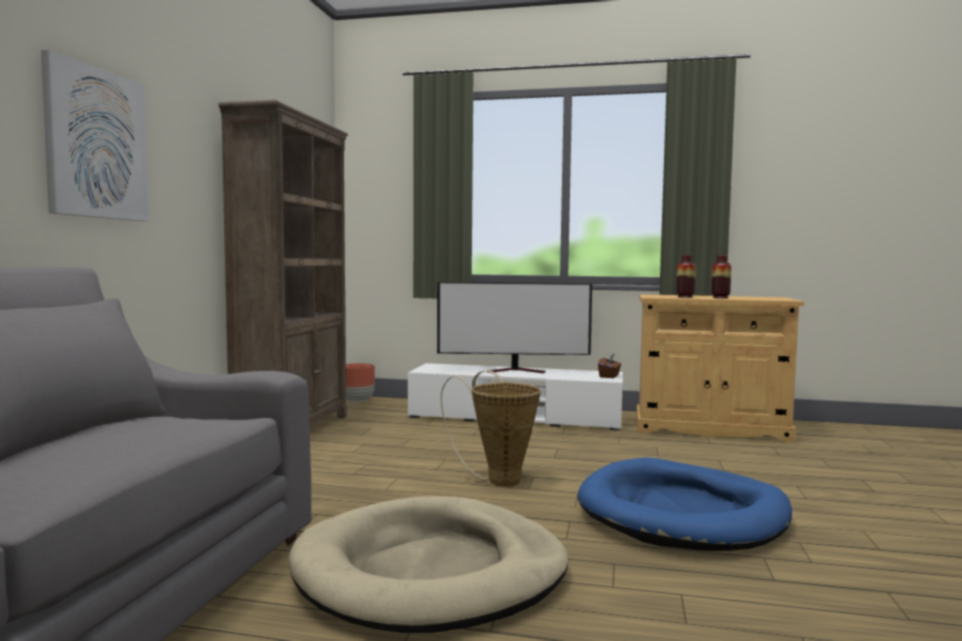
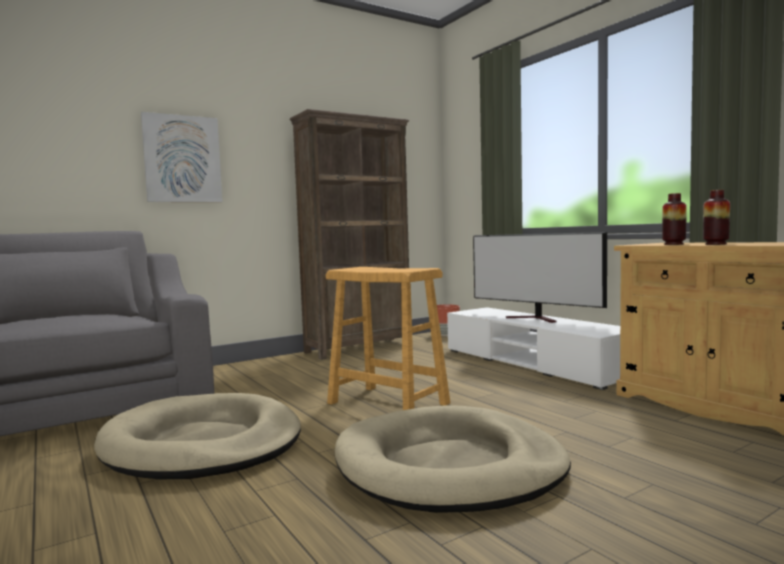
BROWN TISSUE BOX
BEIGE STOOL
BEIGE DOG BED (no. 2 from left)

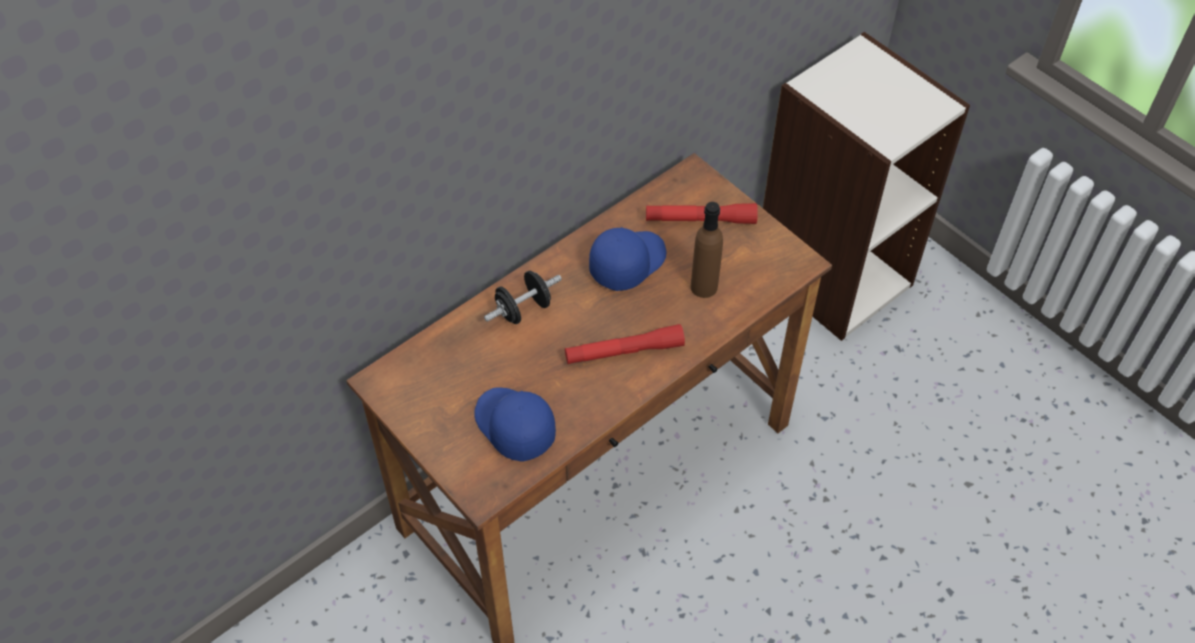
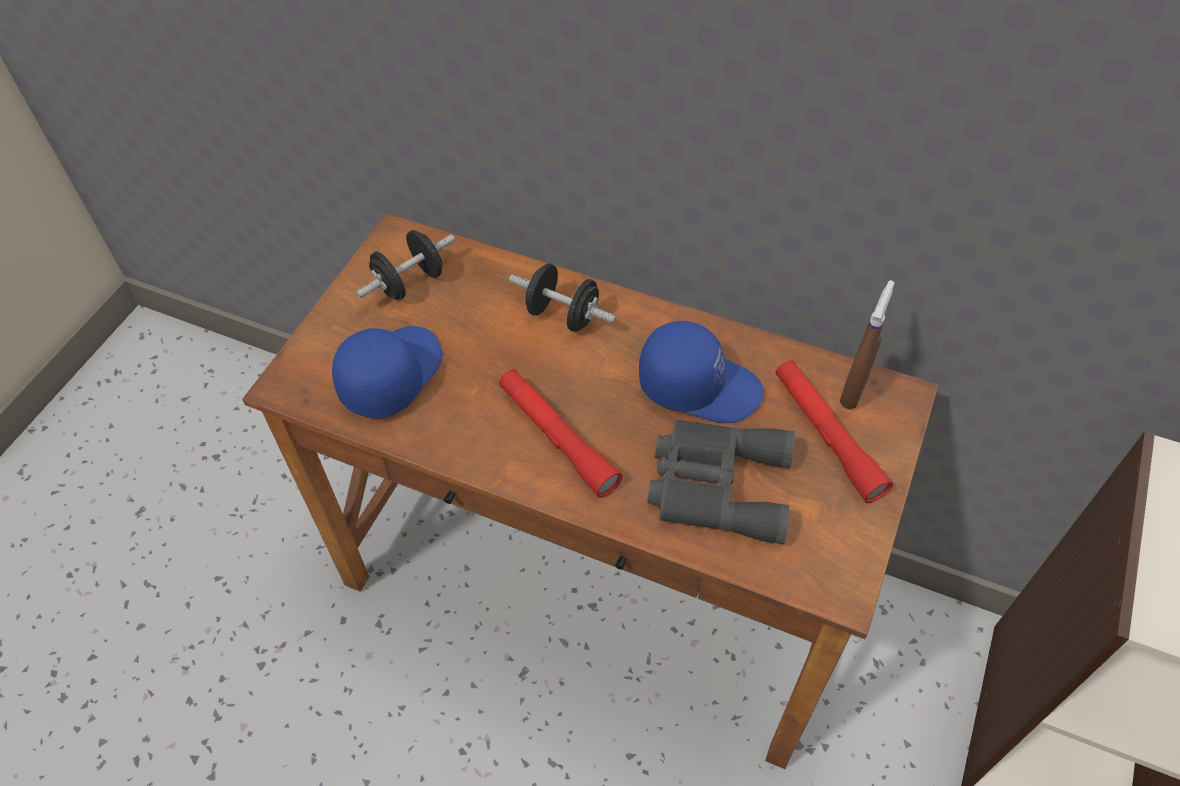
GREY BINOCULARS
BLACK DUMBBELL (no. 1 from left)
BROWN SPRAY BOTTLE

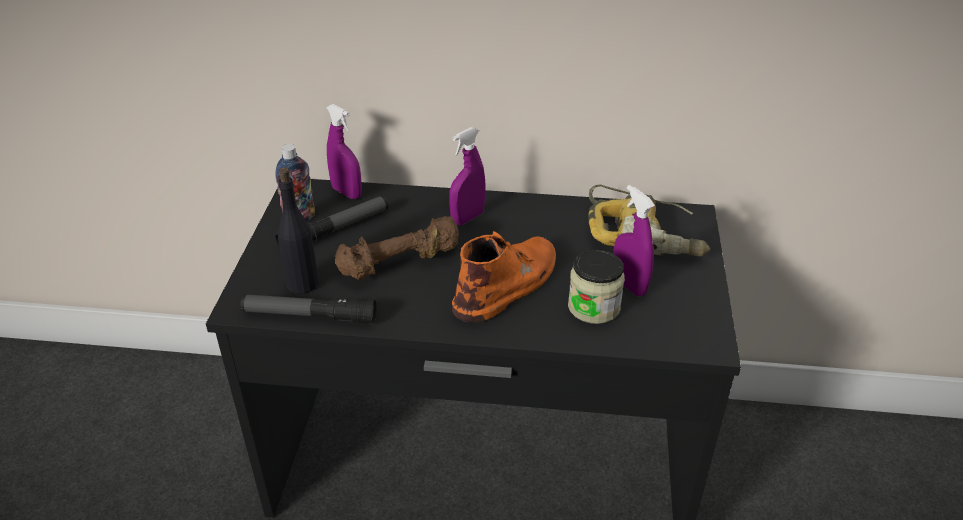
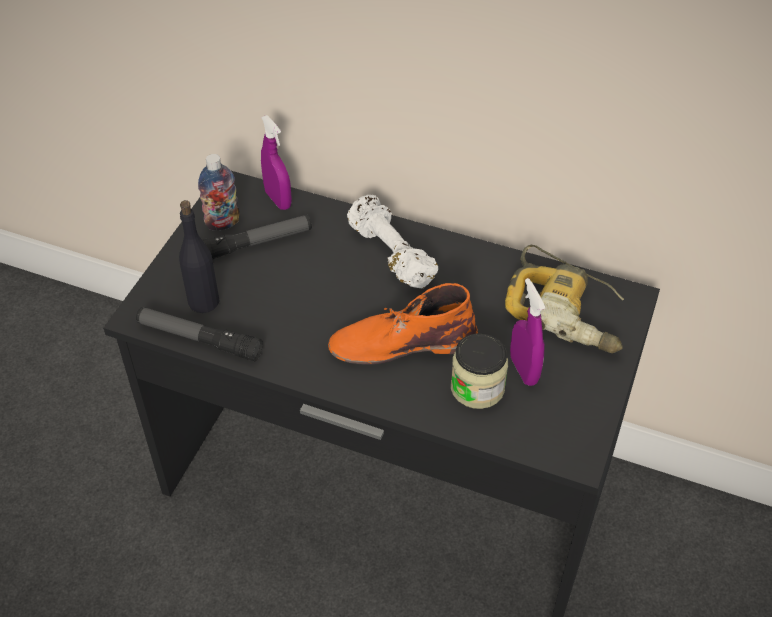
WHITE DUMBBELL
BROWN DUMBBELL
ORANGE BOOT

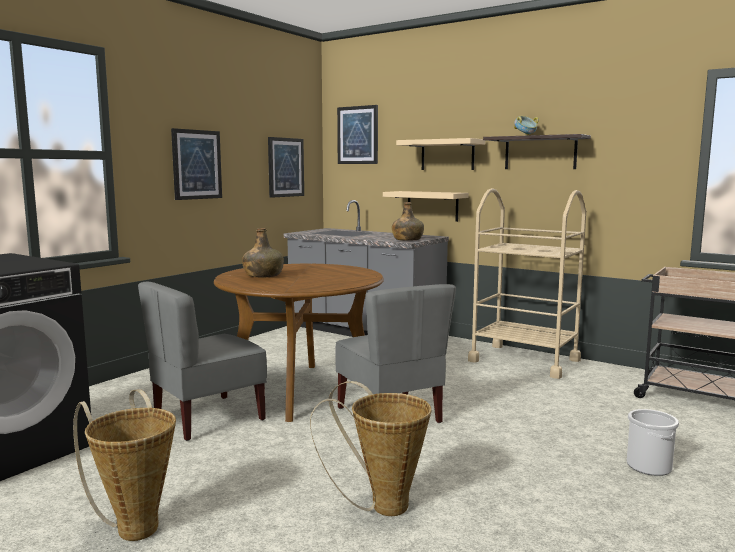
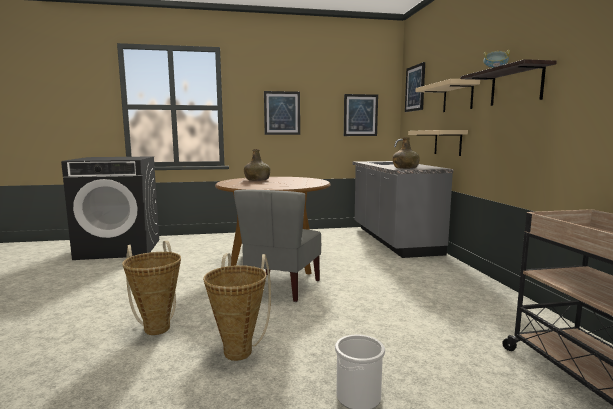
BEIGE CART (no. 1 from left in the first image)
GREY CHAIR (no. 1 from left in the first image)
BASKET (no. 2 from left)

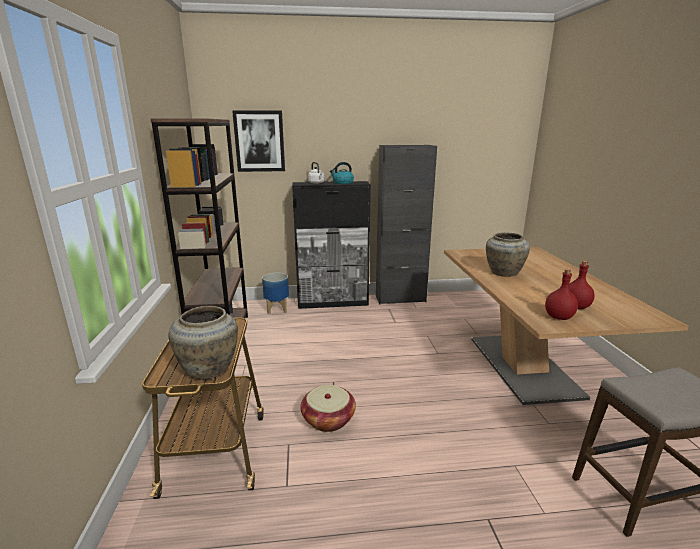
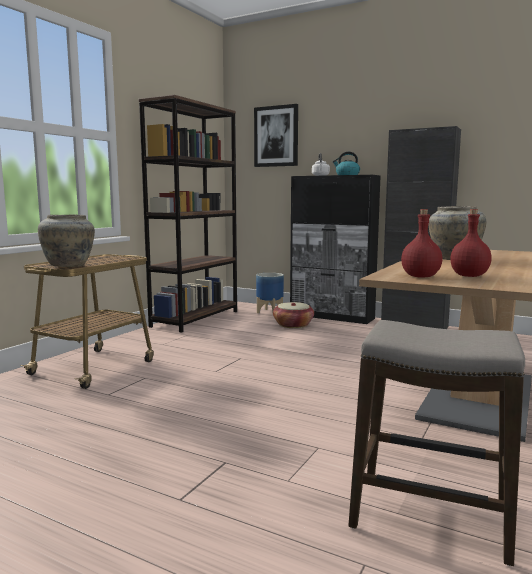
BASKET

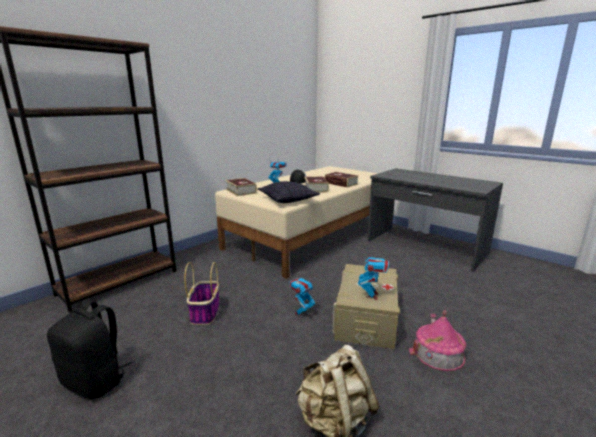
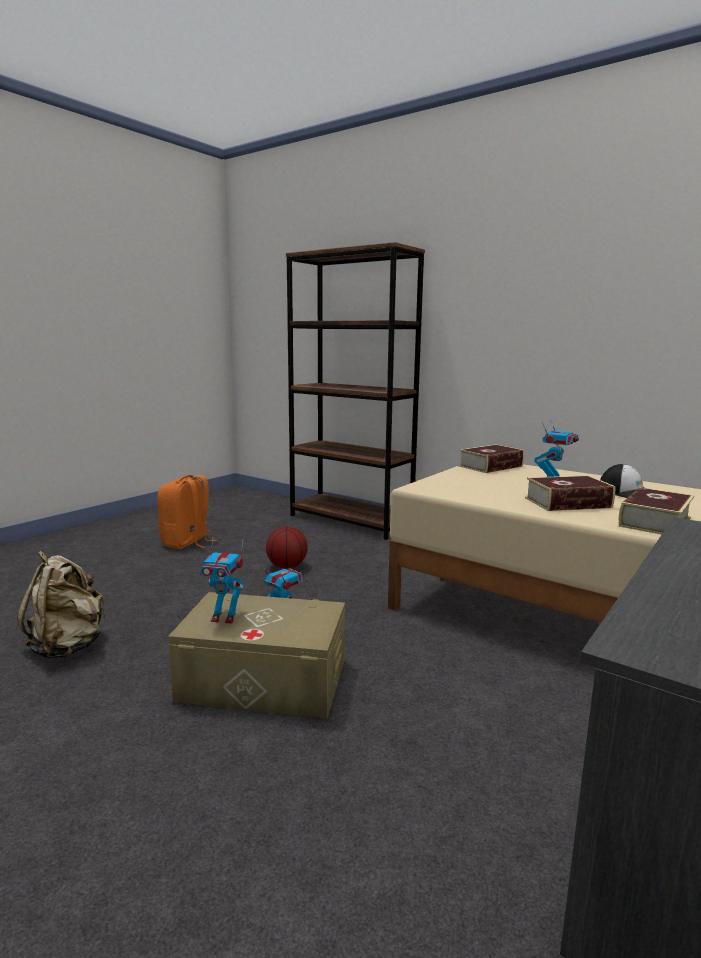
PILLOW
BASKETBALL
ORANGE BACKPACK
TOY HOUSE

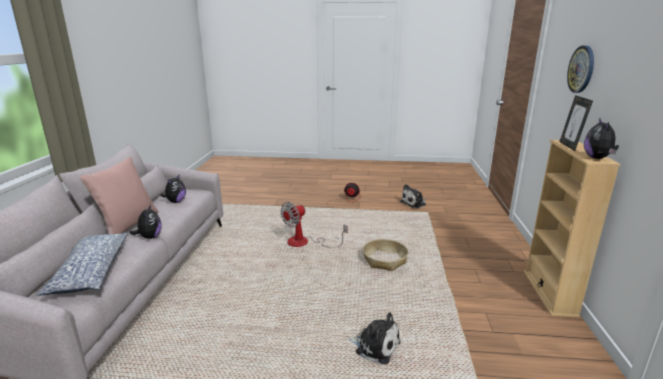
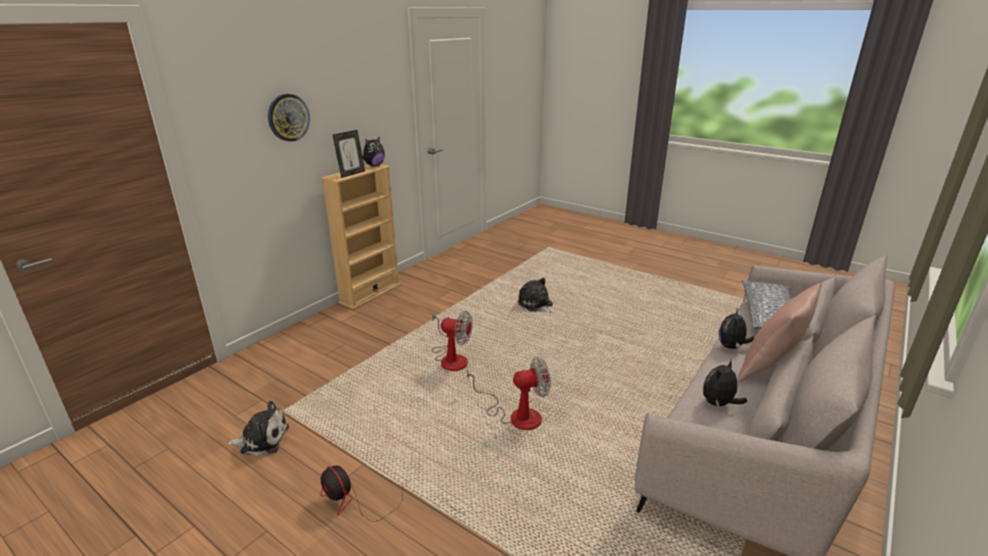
FAN (no. 2 from left)

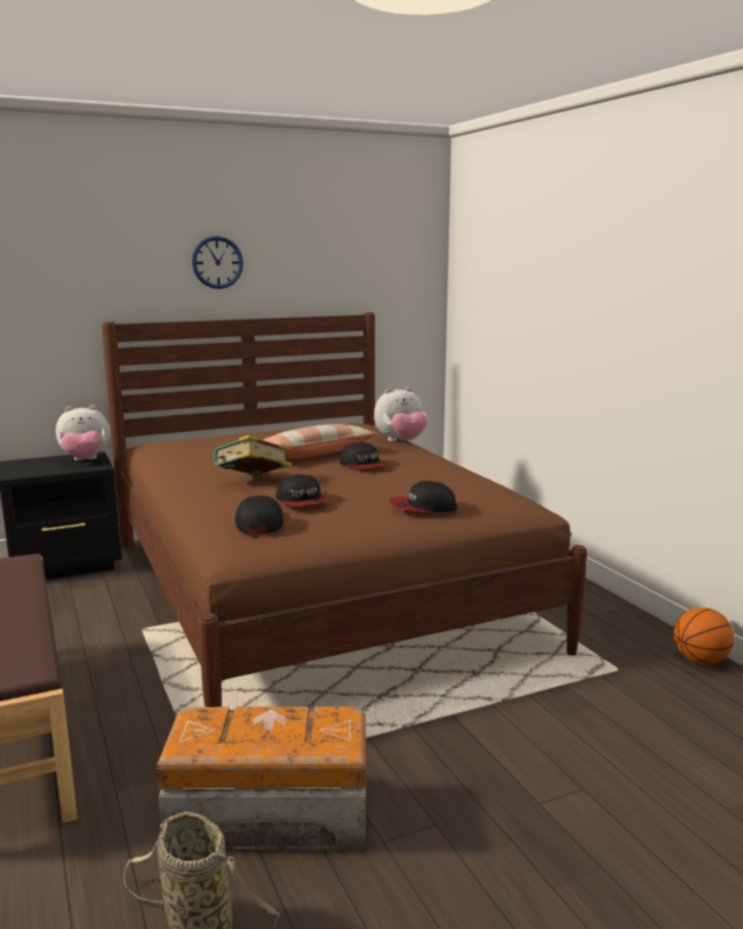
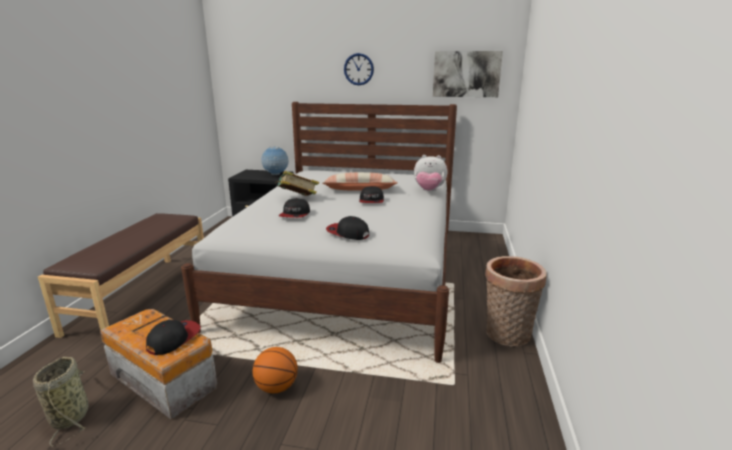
WHITE BED
GLOBE
CAP (no. 1 from left)
BASKETBALL
PICTURE
BASKET (no. 2 from left)

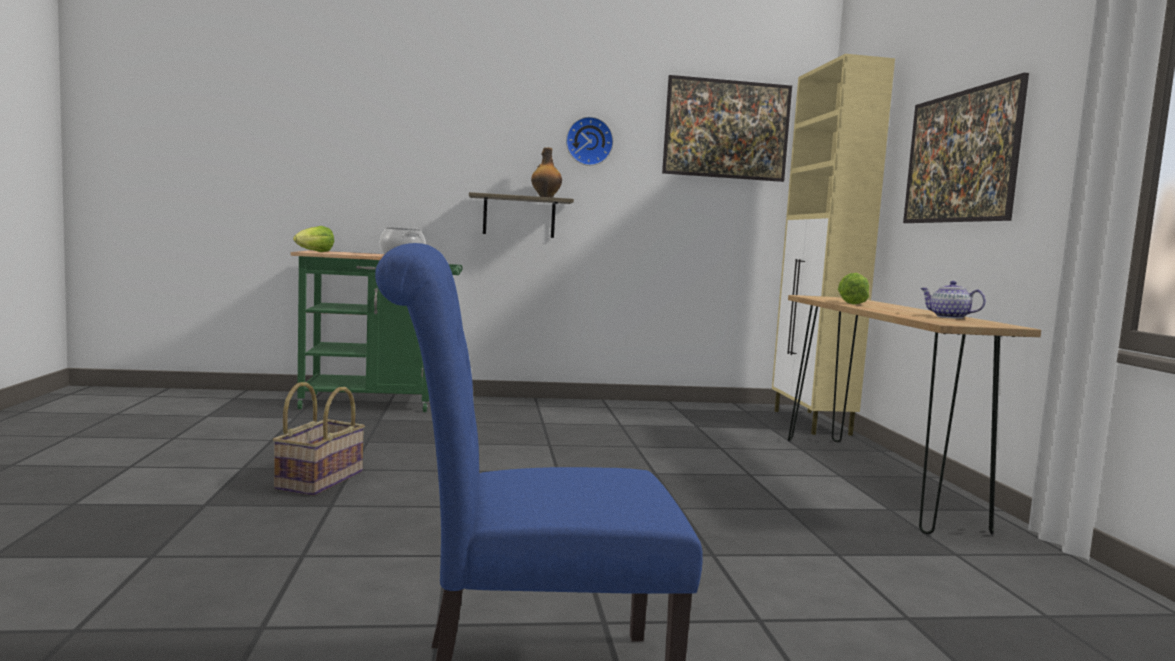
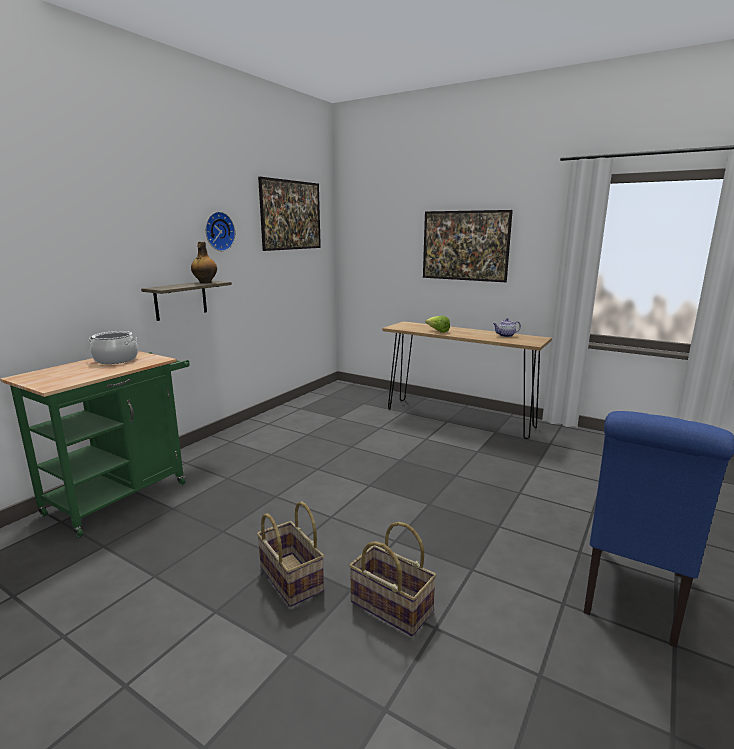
BEIGE CABINET
LETTUCE (no. 1 from left in the first image)
BASKET (no. 2 from left)

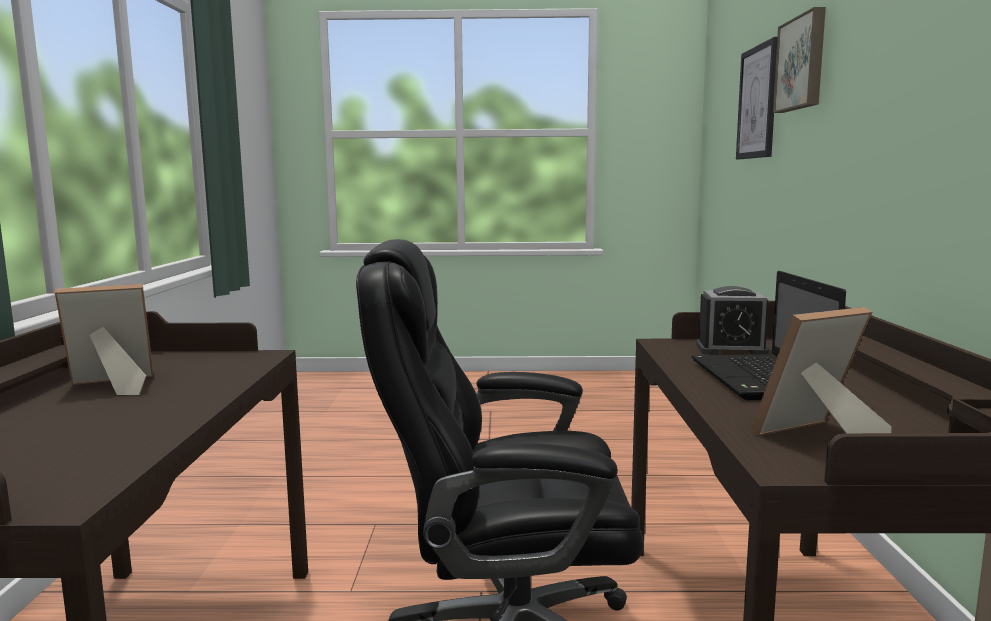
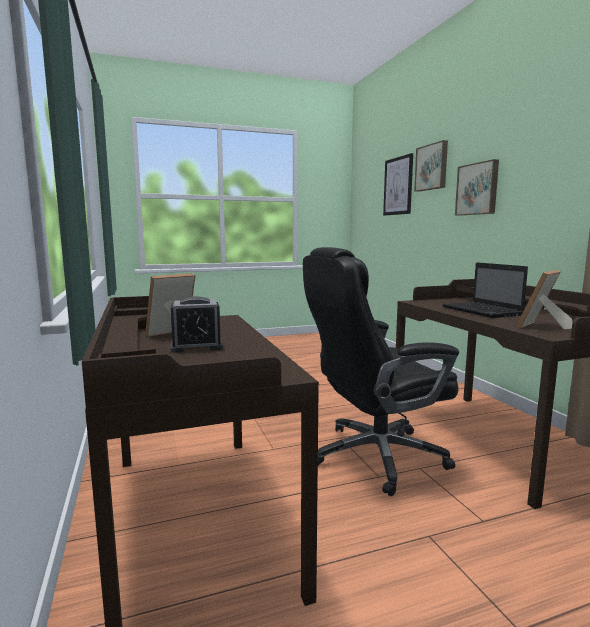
ALARM CLOCK
PICTURE (no. 3 from left)

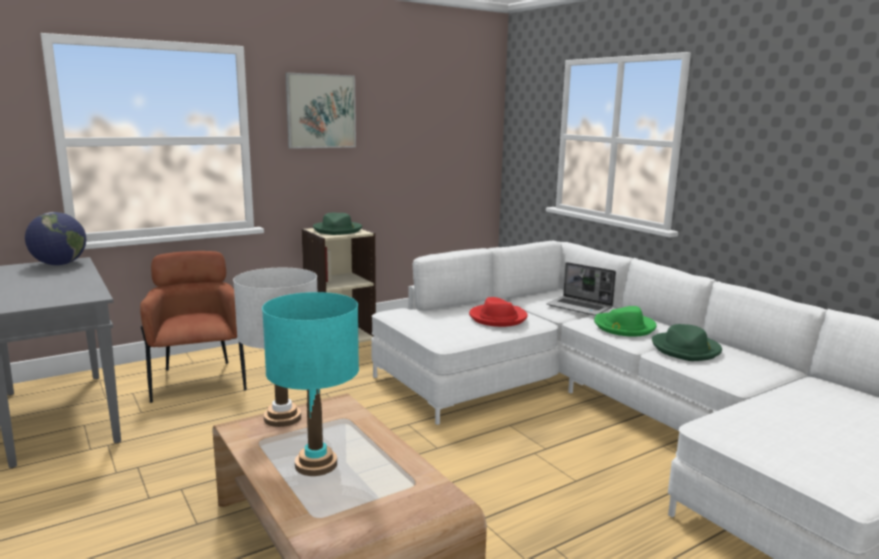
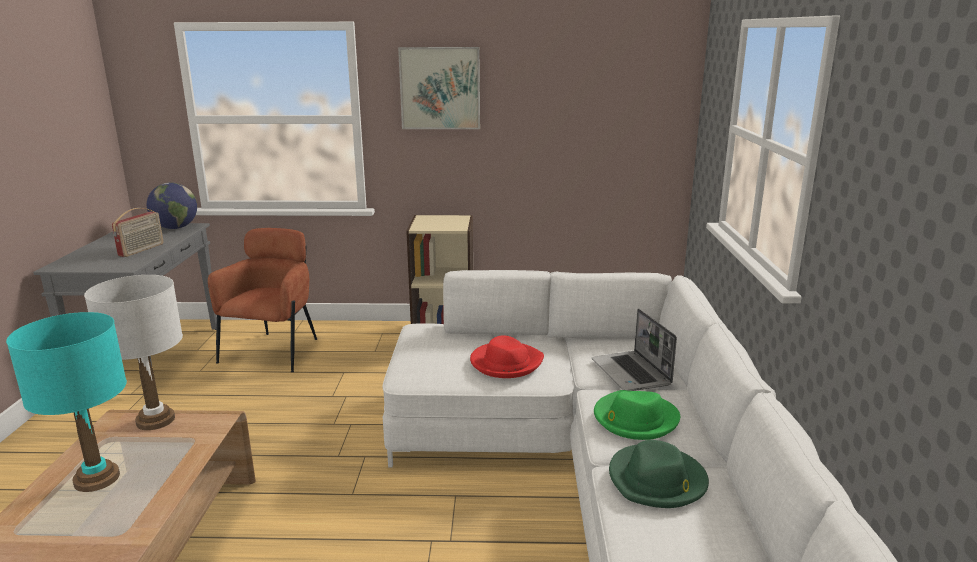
GREEN HAT (no. 1 from left in the first image)
RADIO

